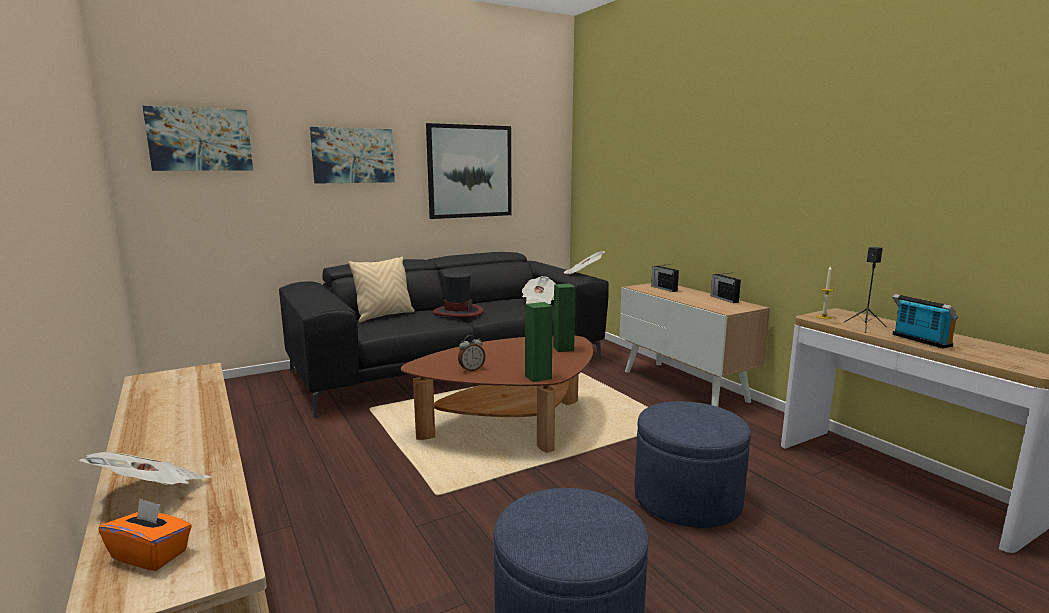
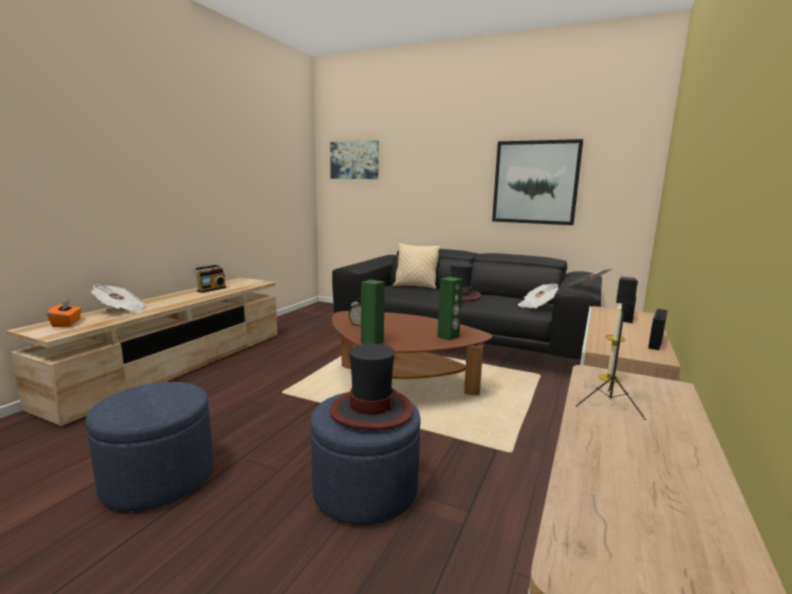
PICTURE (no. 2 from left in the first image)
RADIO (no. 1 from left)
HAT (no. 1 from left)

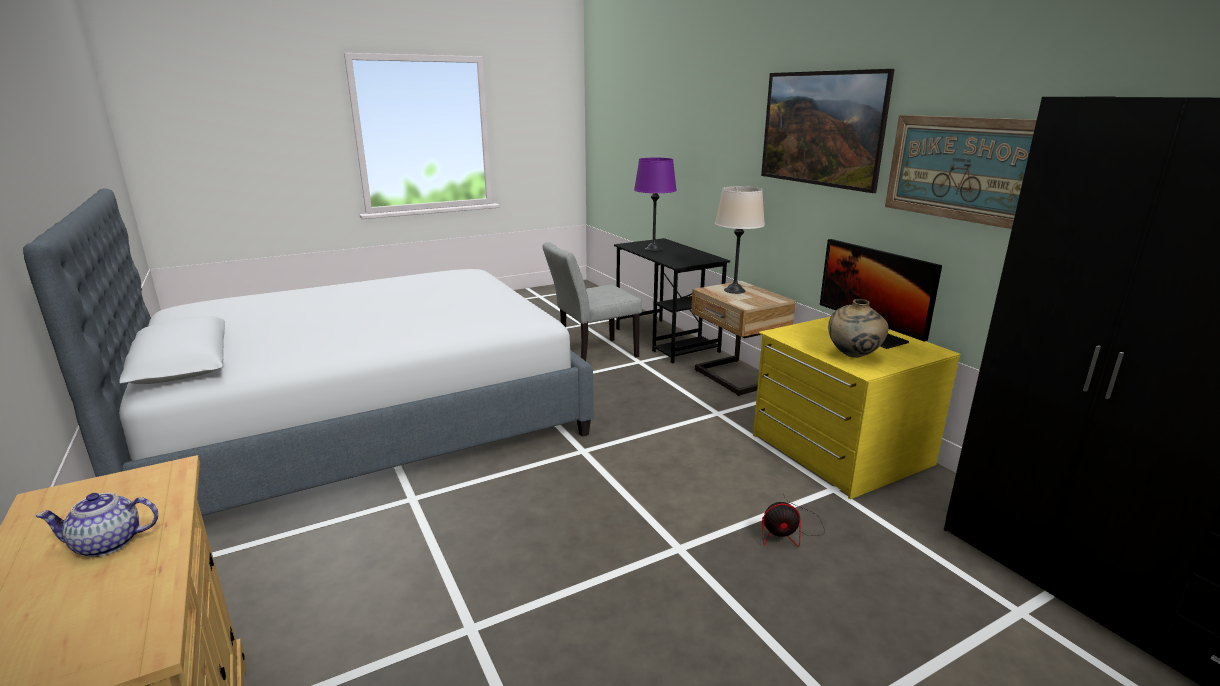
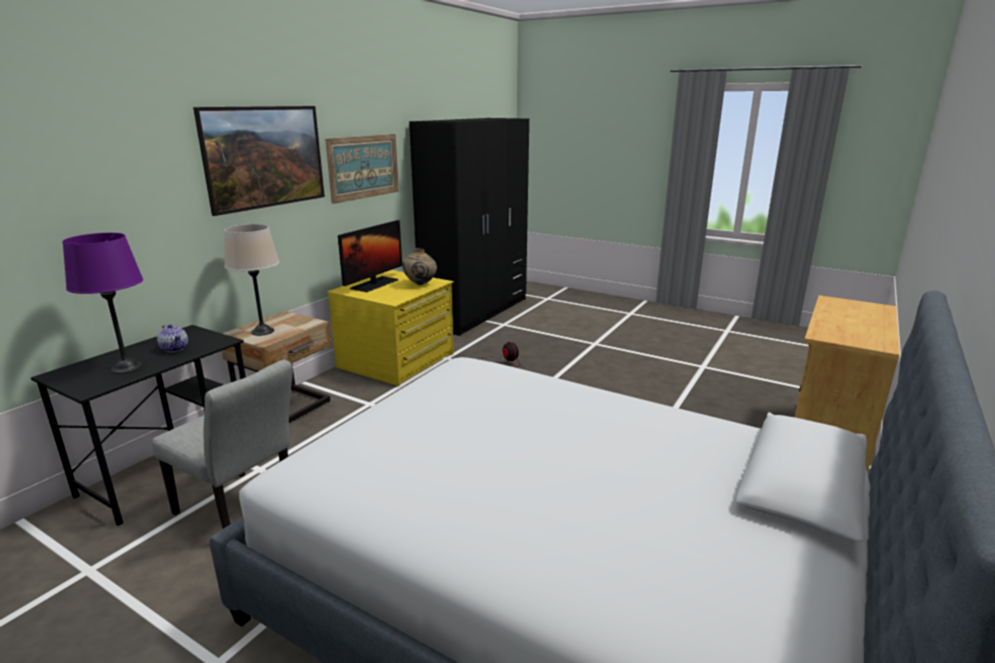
TEAPOT

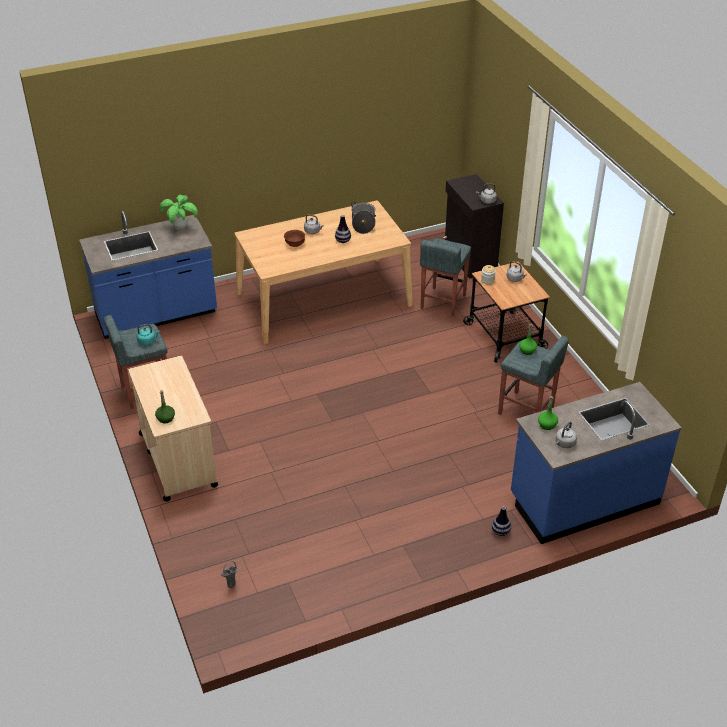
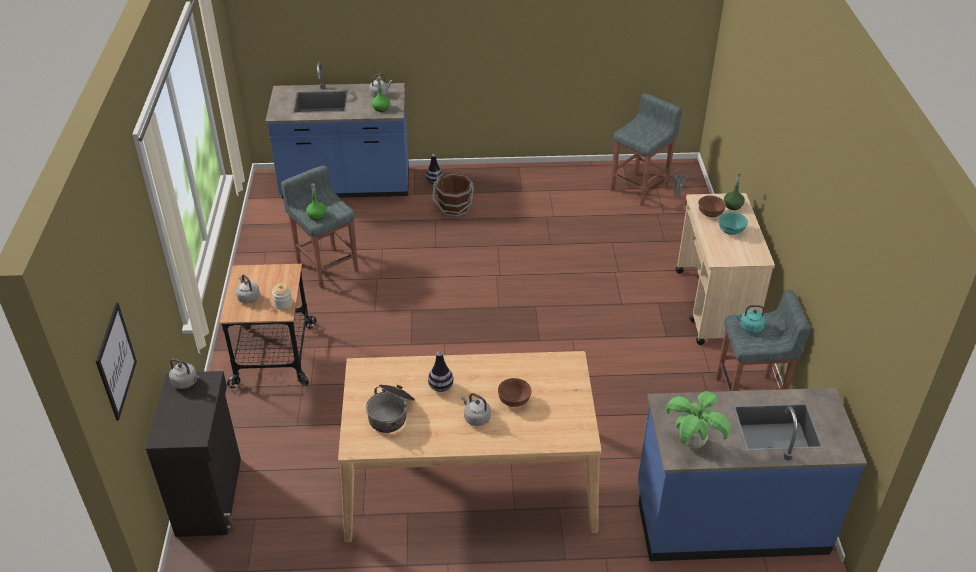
GREY STOOL (no. 2 from left)
BROWN BUCKET
BROWN BOWL (no. 2 from left)
TURQUOISE BOWL
PICTURE

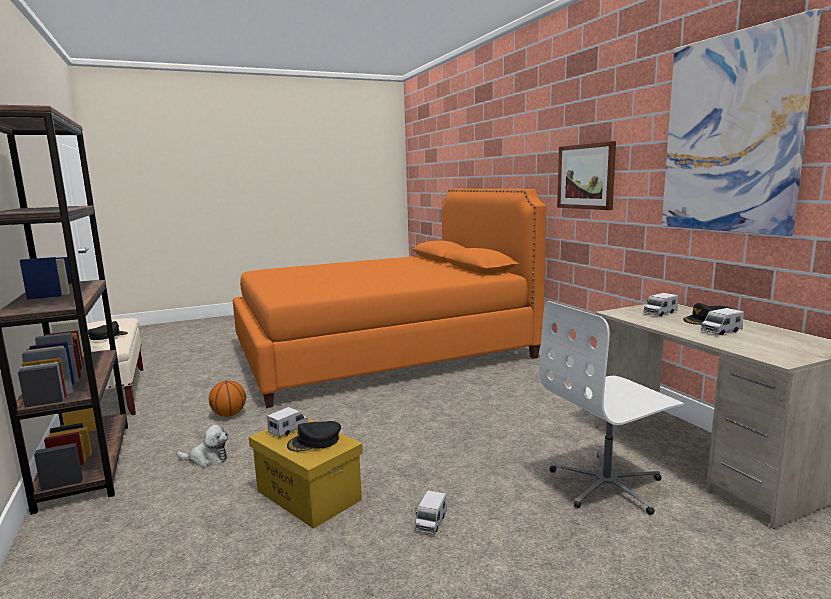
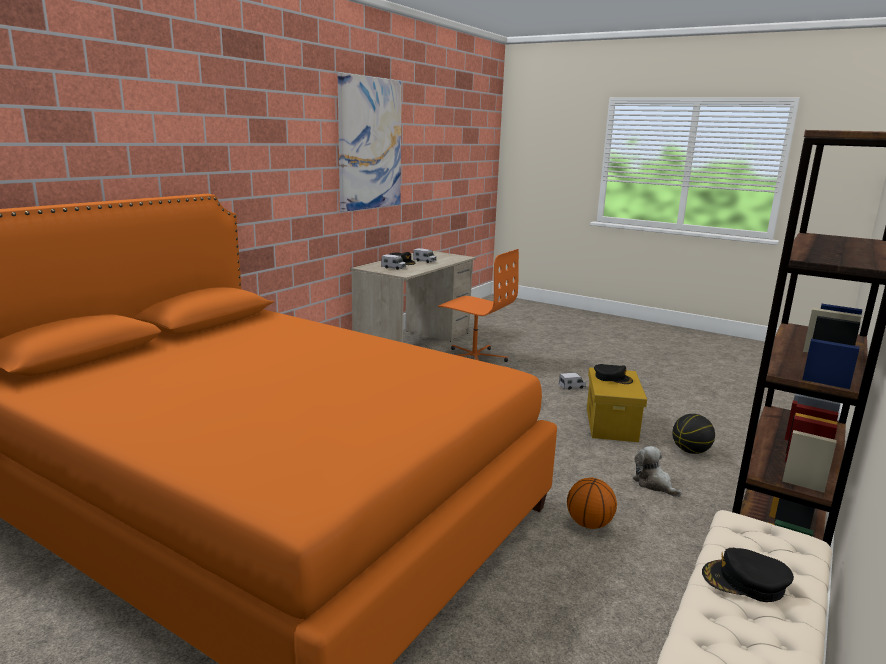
PICTURE (no. 1 from left in the first image)
ORANGE OFFICE CHAIR
TOY TRUCK (no. 1 from left in the first image)
BASKETBALL (no. 2 from left)

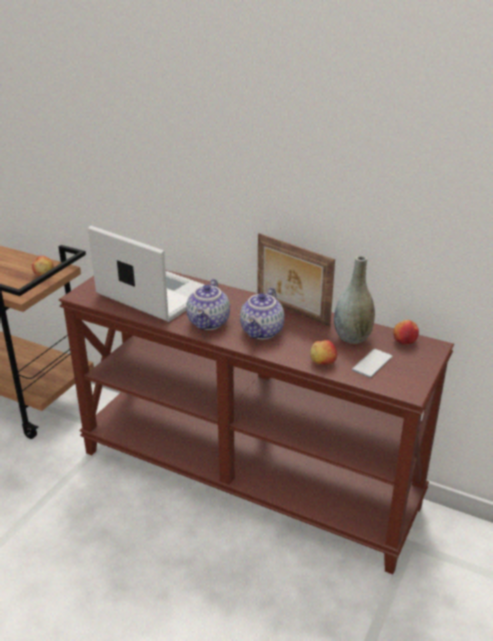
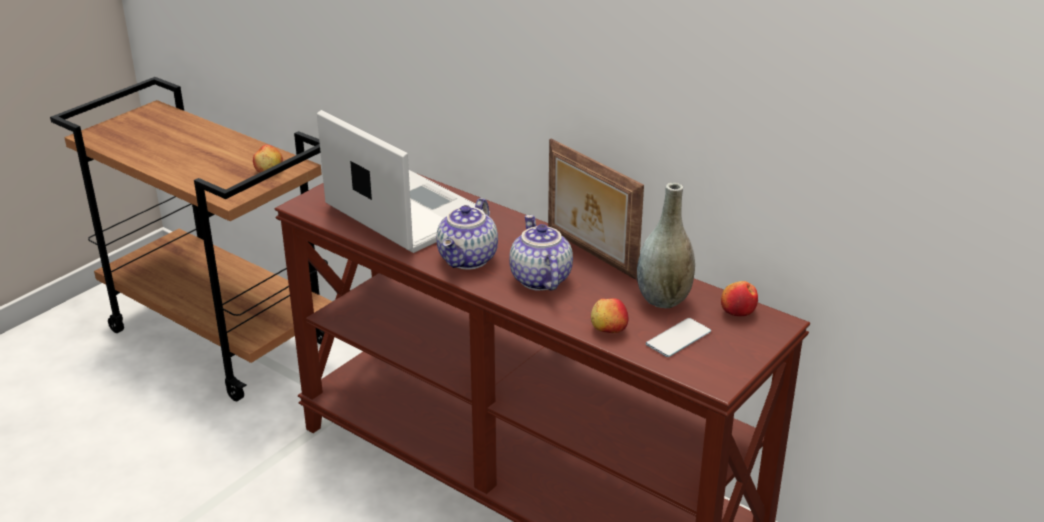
TEAPOT (no. 2 from left)

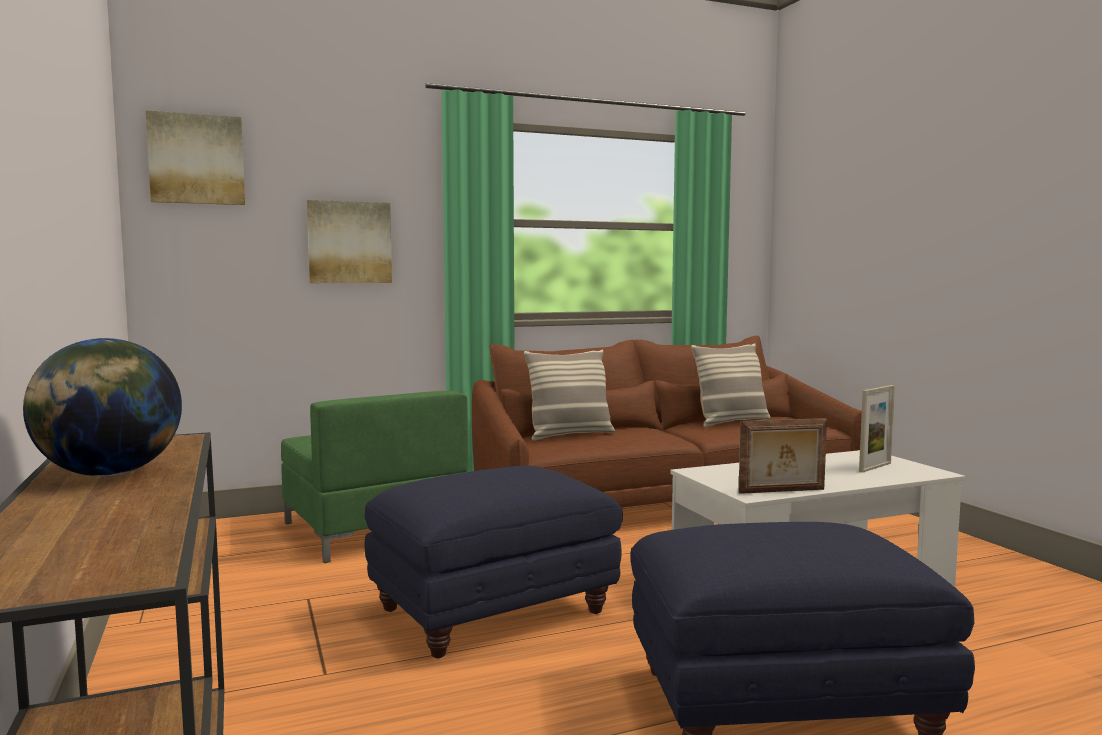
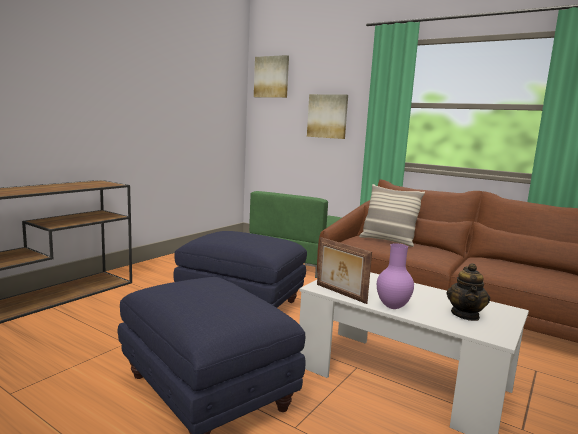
GLOBE
PILLOW (no. 2 from left in the first image)
TEAPOT
PURPLE VASE

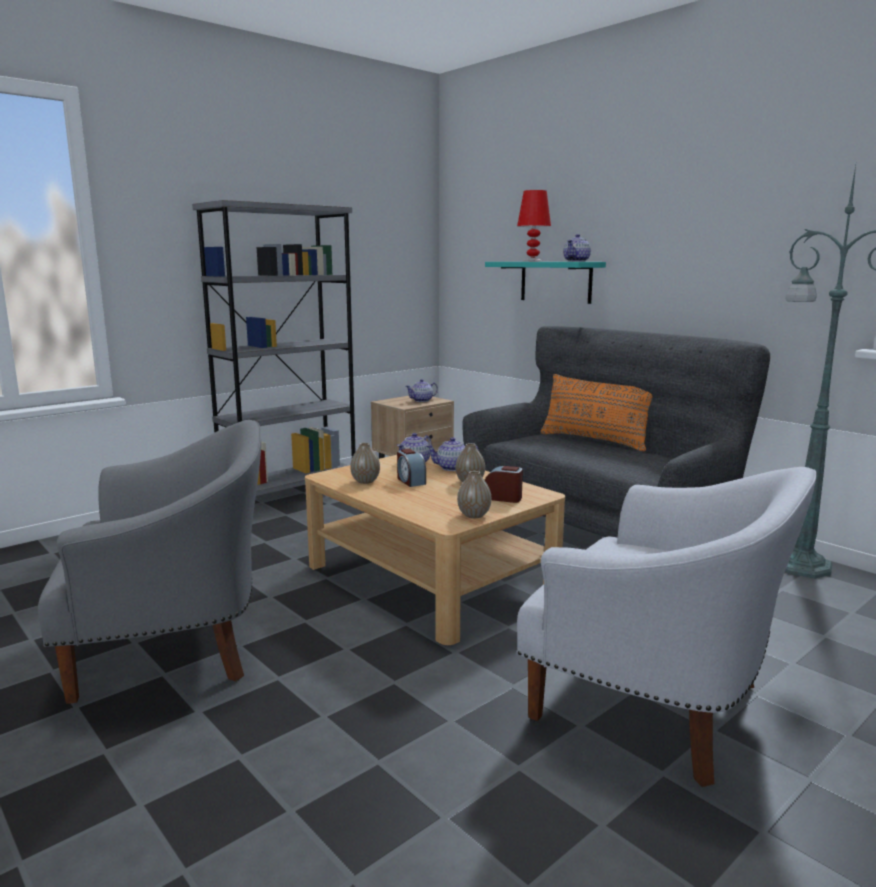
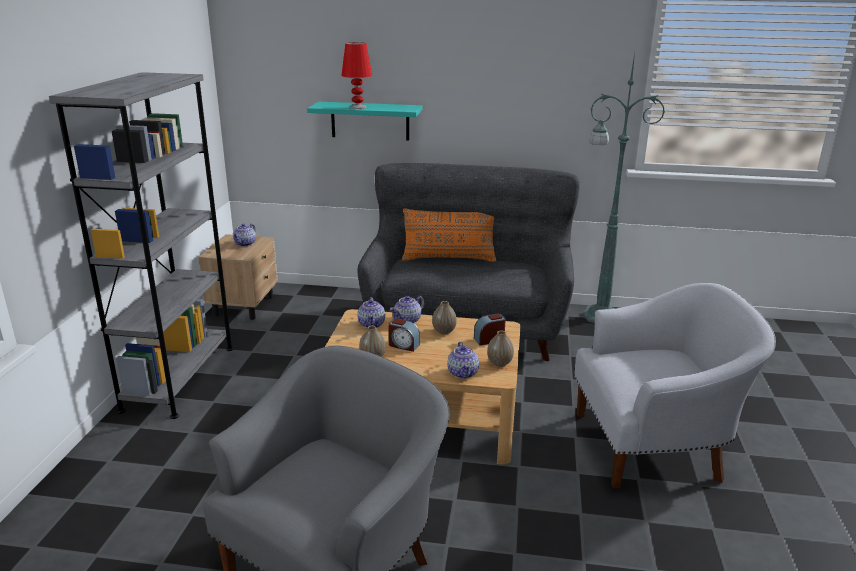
TEAPOT (no. 4 from left)

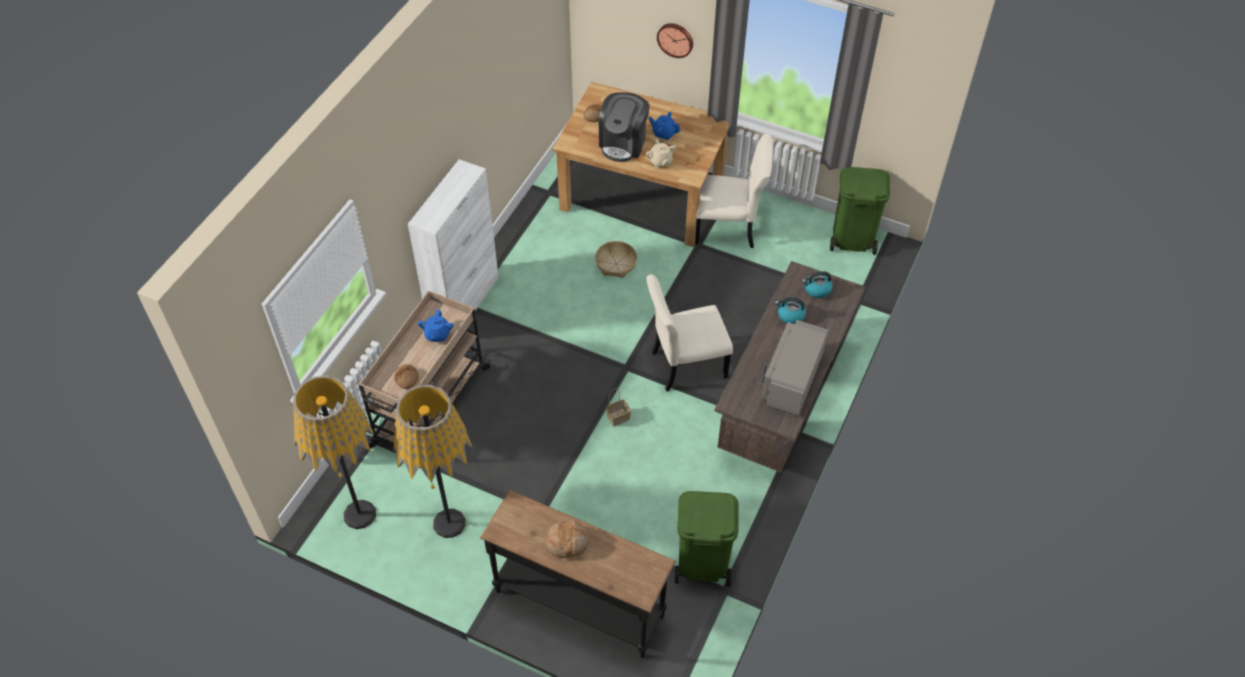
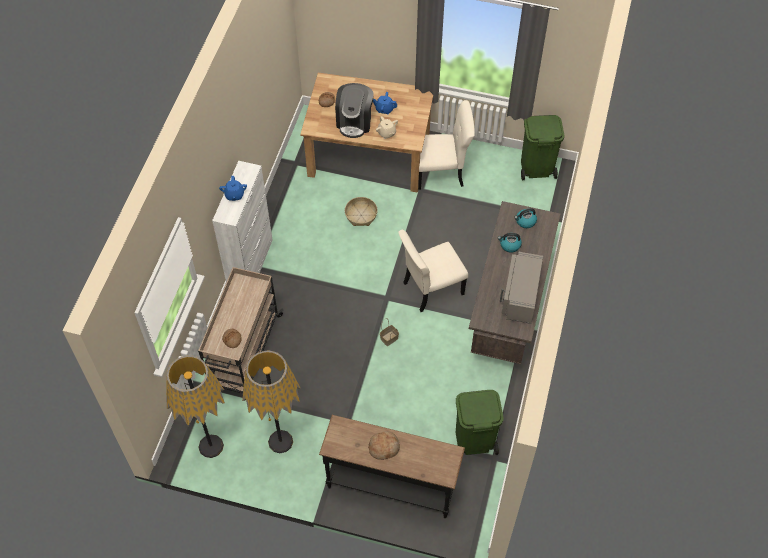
WALL CLOCK
BLUE TEAPOT (no. 1 from left)

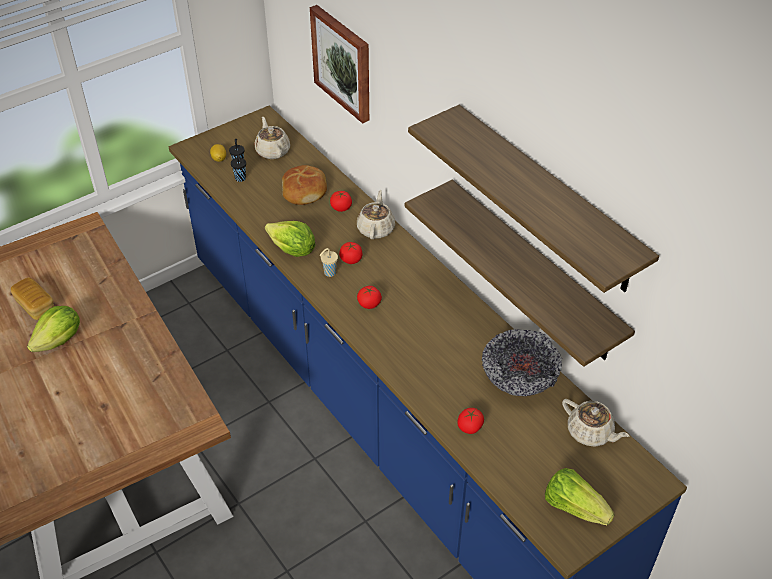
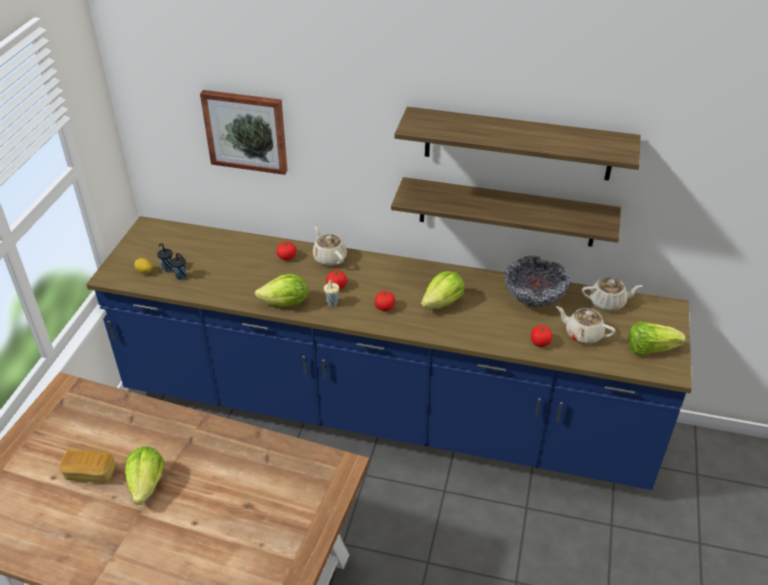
BEIGE TEAPOT (no. 2 from left)
BREAD (no. 2 from left in the first image)
LETTUCE (no. 3 from left)

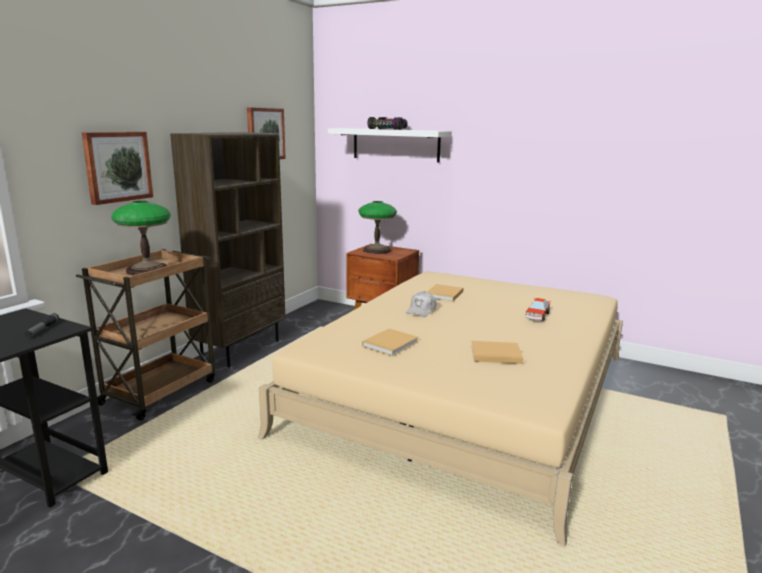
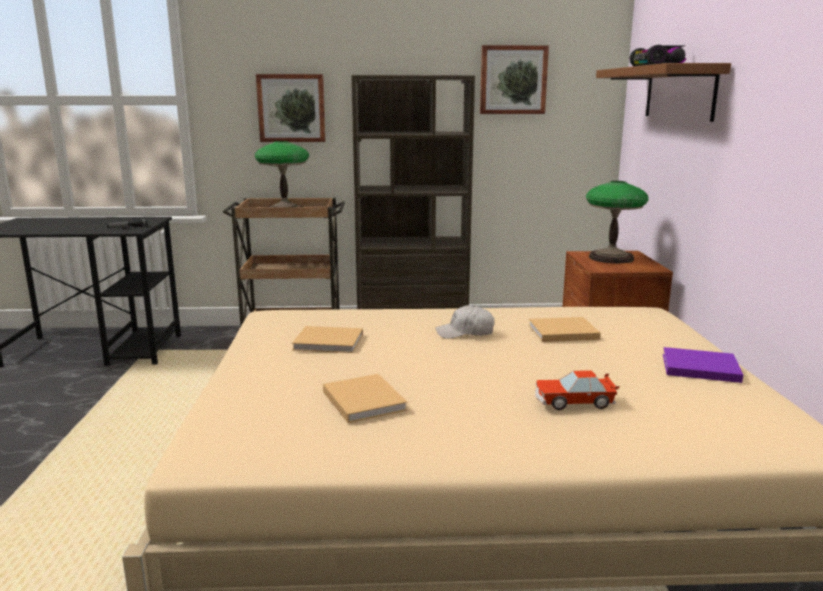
BROWN SHELF
PURPLE BOOK

